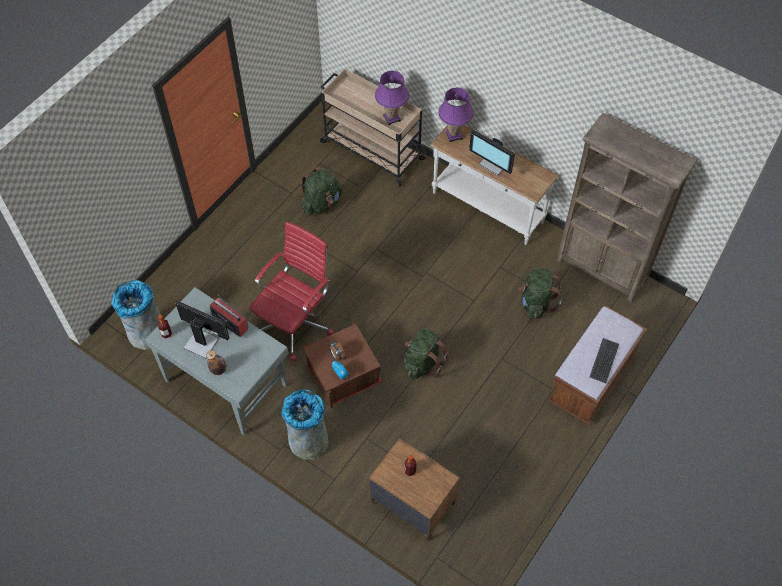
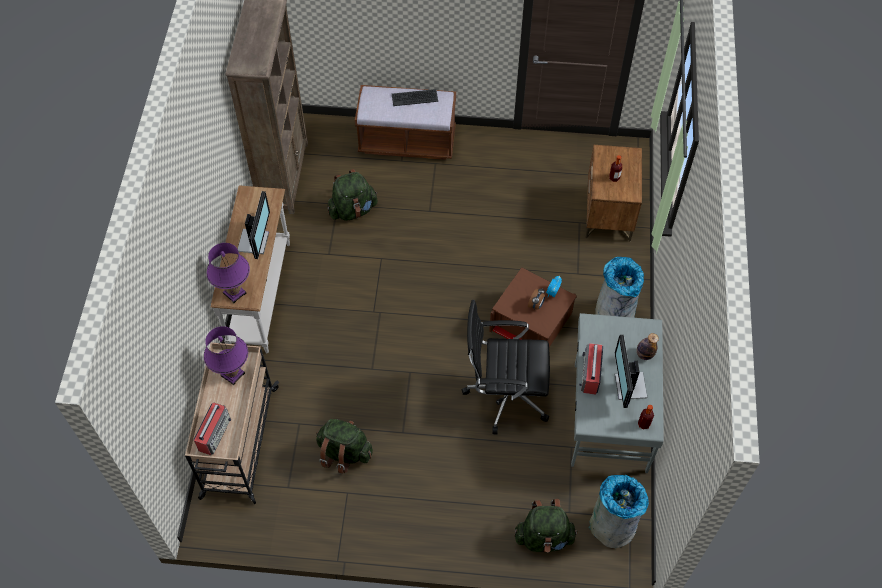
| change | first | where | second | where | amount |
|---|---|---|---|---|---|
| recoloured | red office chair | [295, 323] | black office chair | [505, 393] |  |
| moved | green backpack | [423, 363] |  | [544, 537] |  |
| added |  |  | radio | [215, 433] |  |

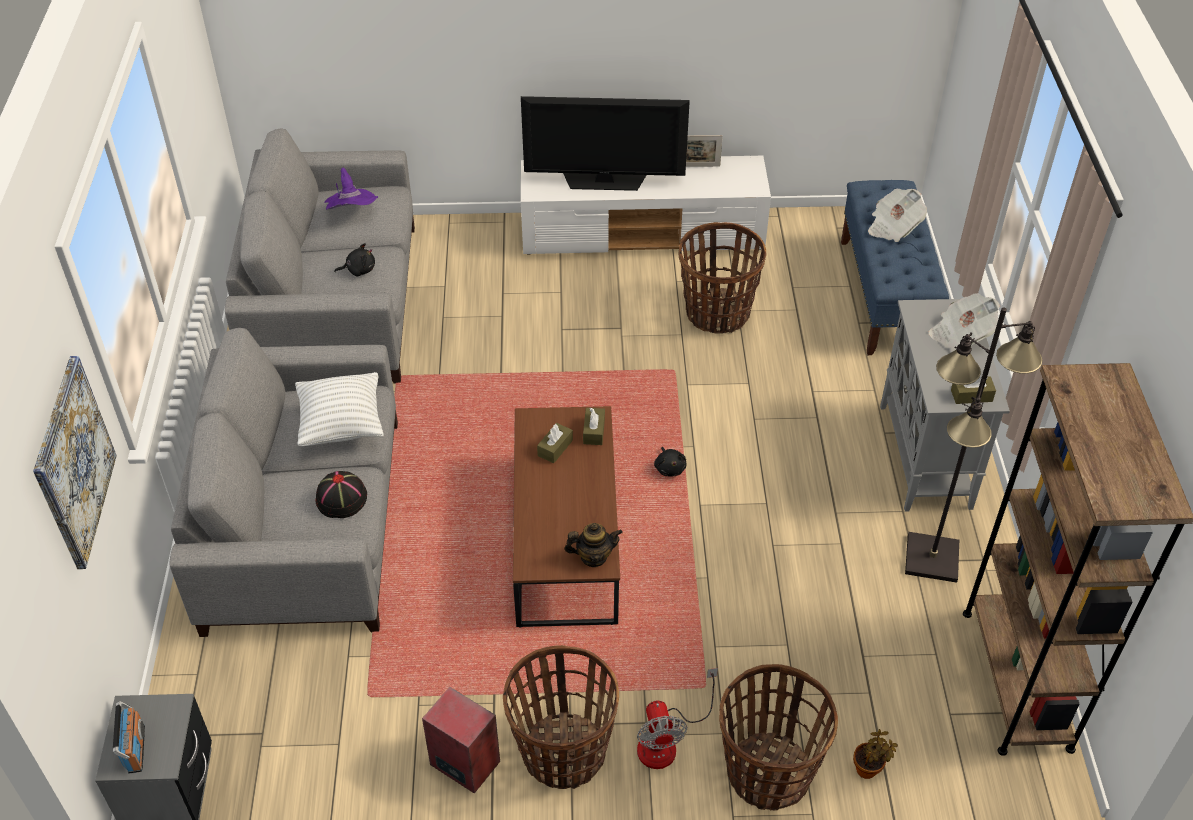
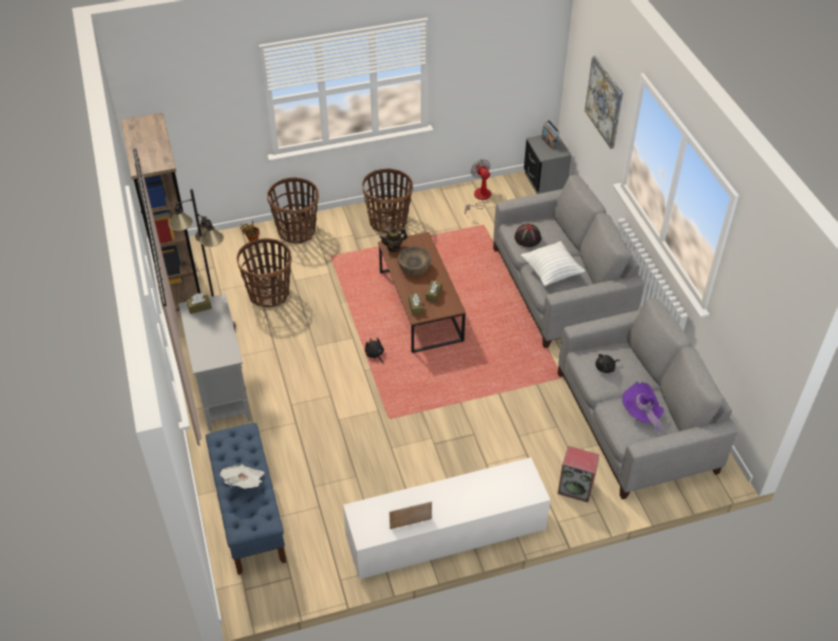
| change | first | where | second | where | amount |
|---|---|---|---|---|---|
| removed | television | [604, 181] |  |  |  |
| moved | basket | [717, 313] |  | [269, 294] |  |
| removed | newspaper | [961, 334] |  |  |  |
| moved | fan | [666, 741] |  | [479, 198] |  |
| moved | speaker | [463, 763] |  | [576, 488] |  |
| added |  |  | brown bowl | [414, 267] |  |

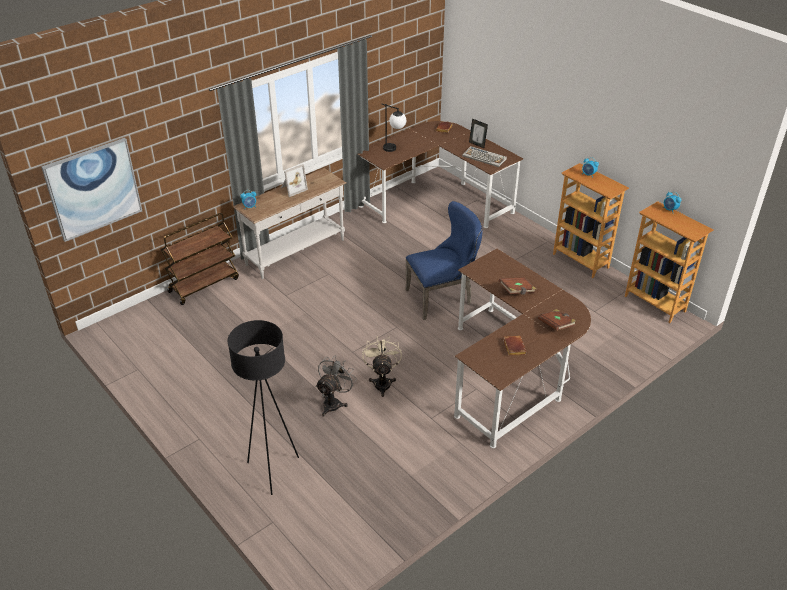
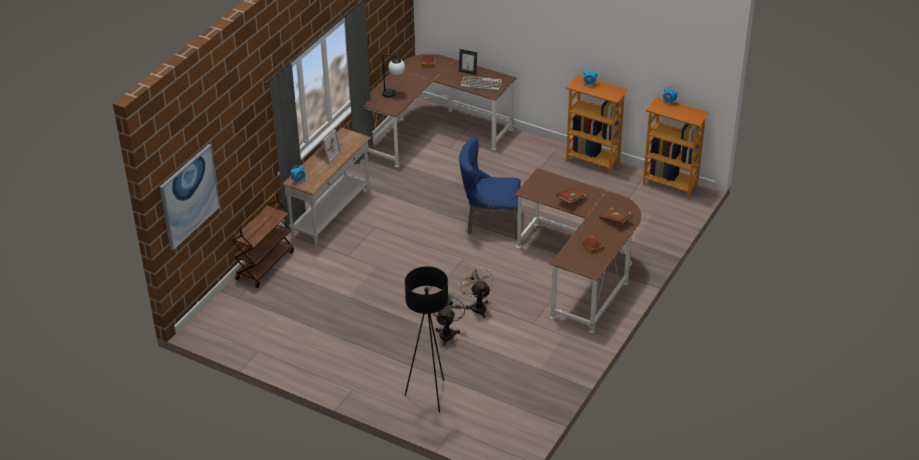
| change | first | where | second | where | amount |
|---|---|---|---|---|---|
| turned | blue chair | [443, 297] |  | [489, 223] | 135 degrees counterclockwise |

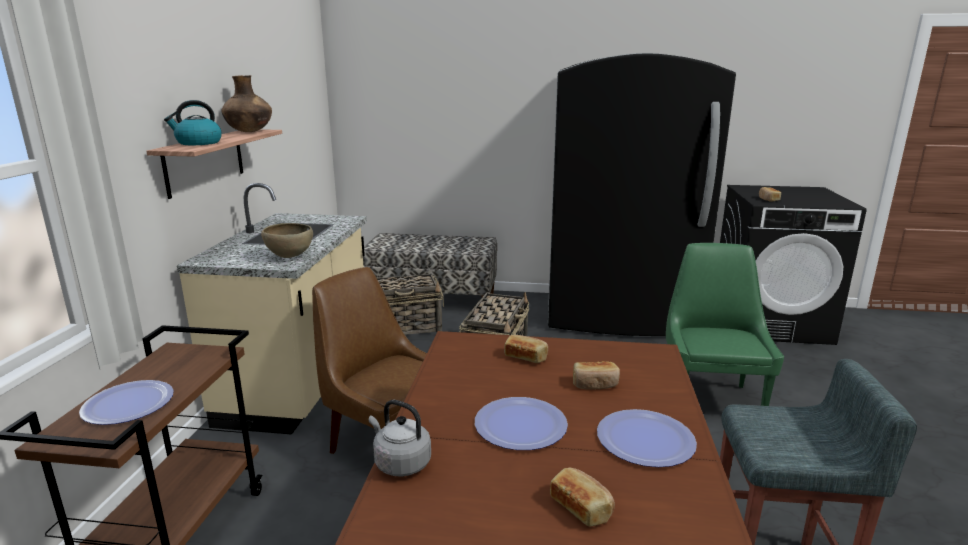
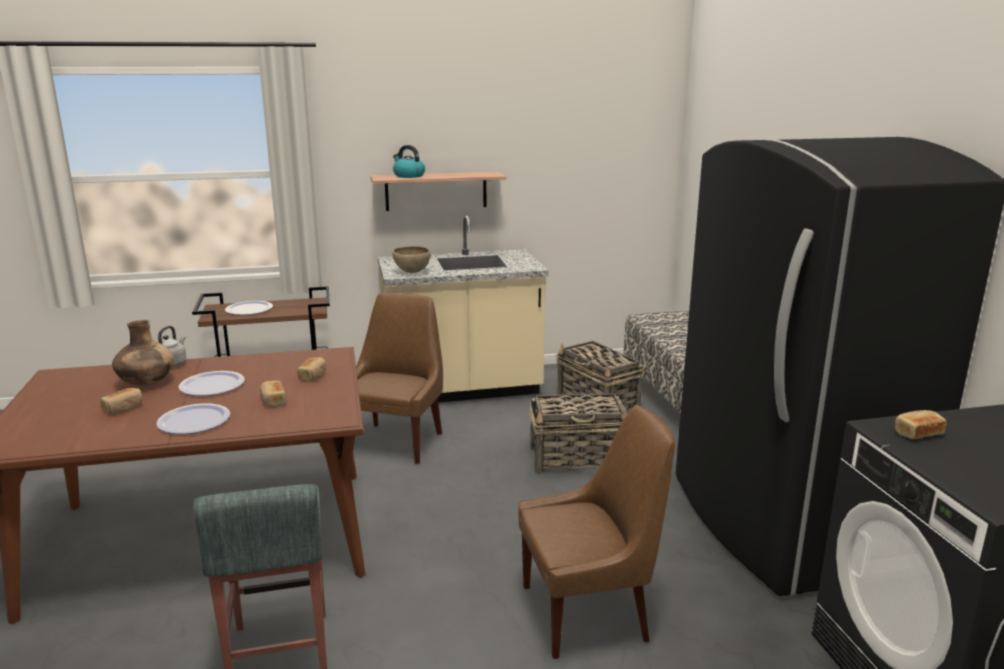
| change | first | where | second | where | amount |
|---|---|---|---|---|---|
| moved | brown vase | [250, 132] |  | [146, 383] |  |
| recoloured | green chair | [710, 399] | brown chair | [589, 612] |  |

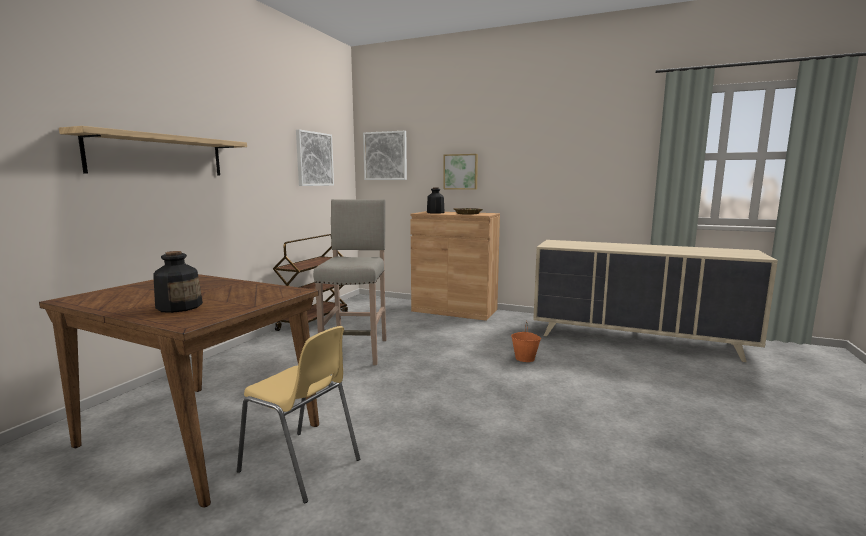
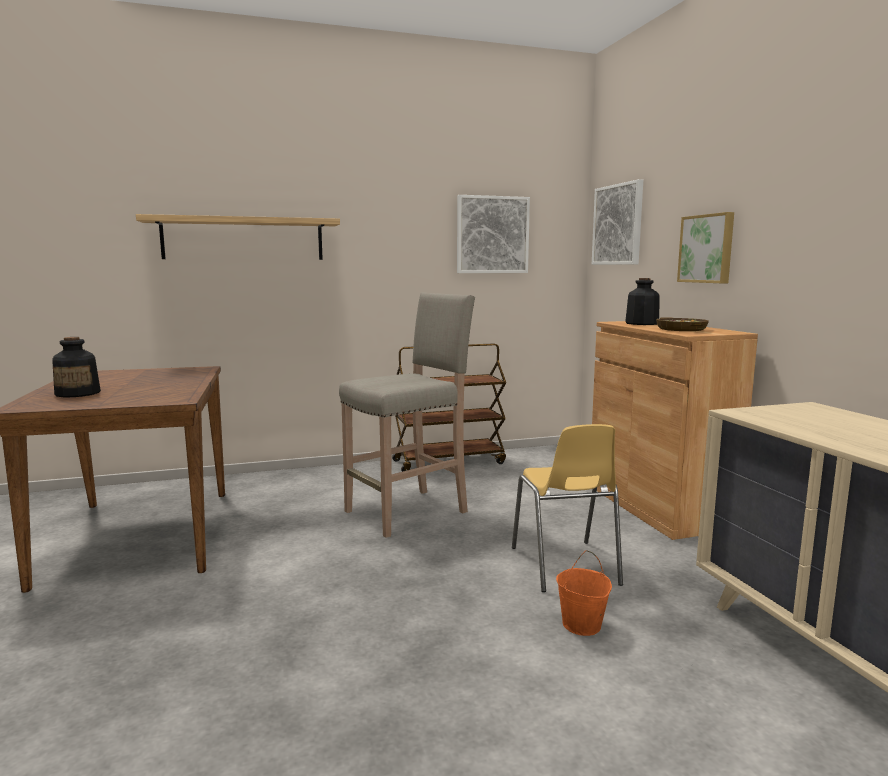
| change | first | where | second | where | amount |
|---|---|---|---|---|---|
| moved | yellow chair | [301, 466] |  | [565, 566] |  |

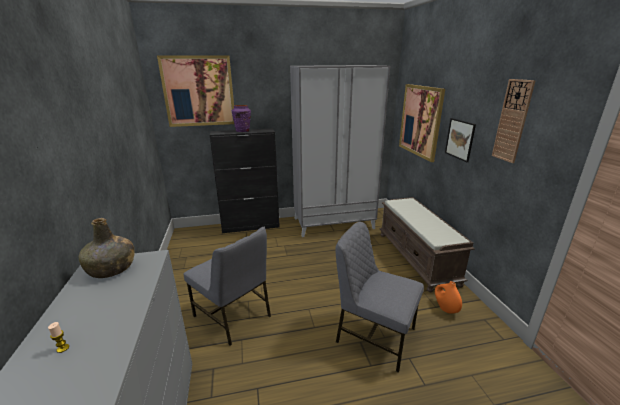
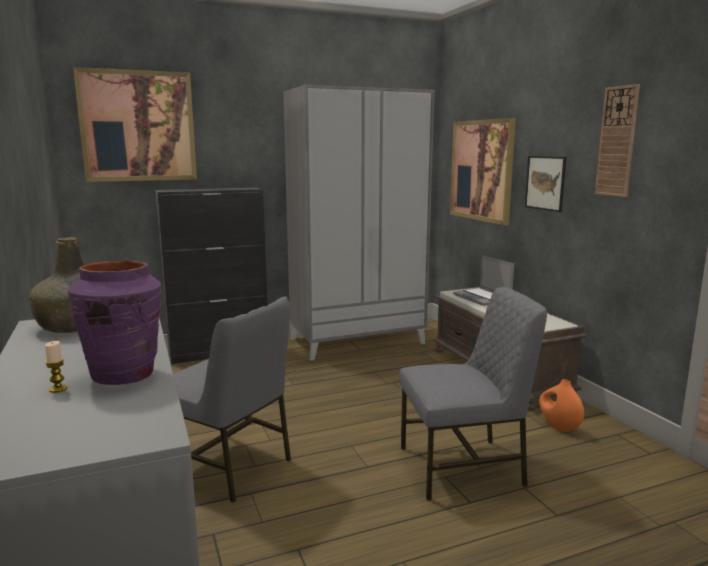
| change | first | where | second | where | amount |
|---|---|---|---|---|---|
| moved | purple vase | [242, 131] |  | [124, 375] |  |
| turned | grey chair | [374, 335] |  | [463, 467] | 150 degrees clockwise |
| added |  |  | laptop | [483, 298] |  |

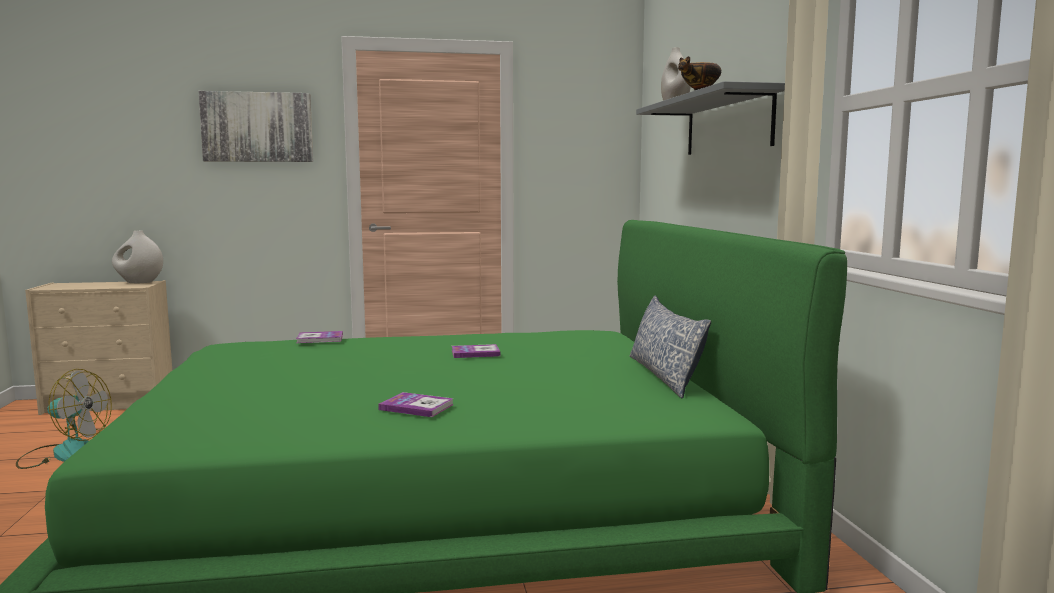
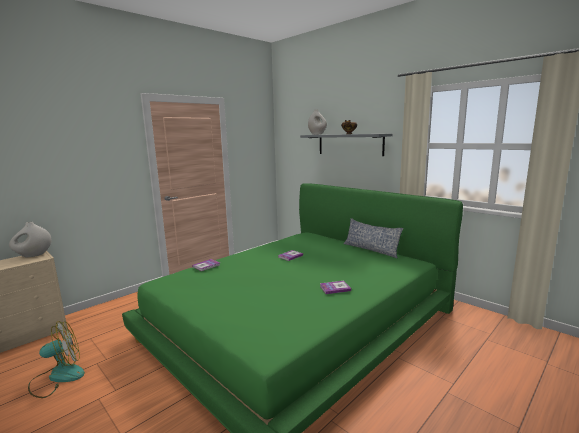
| change | first | where | second | where | amount |
|---|---|---|---|---|---|
| removed | picture | [257, 127] |  |  |  |

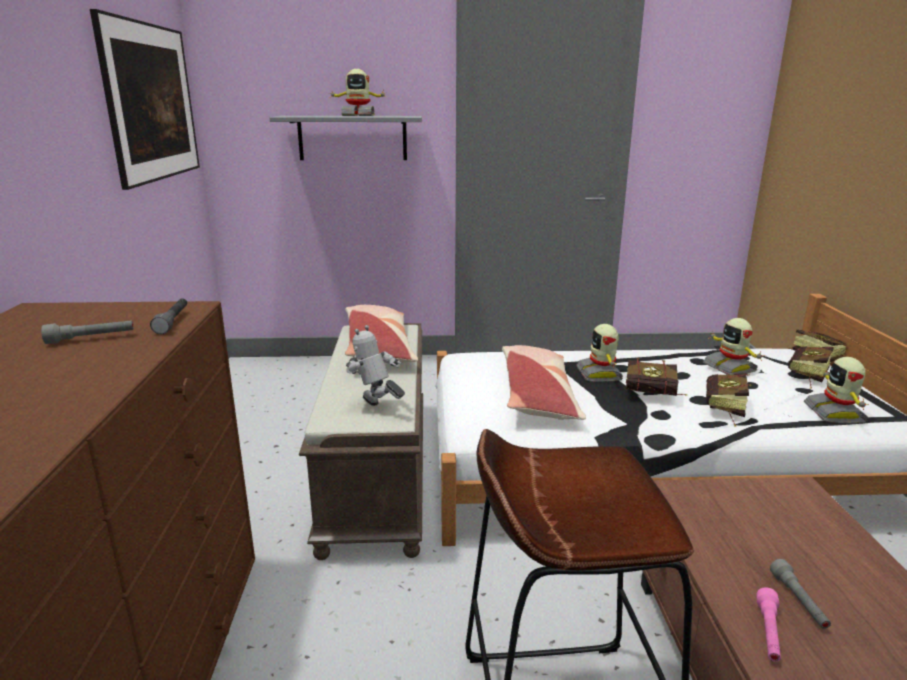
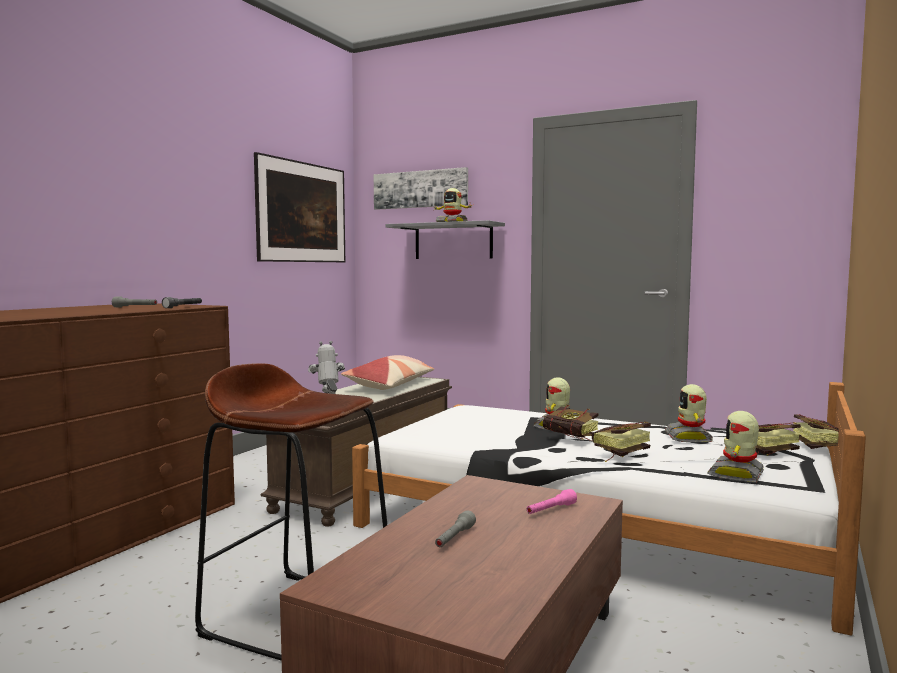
| change | first | where | second | where | amount |
|---|---|---|---|---|---|
| removed | pillow | [538, 395] |  |  |  |
| moved | pink flashlight | [768, 632] |  | [550, 510] |  |
| added |  |  | picture | [420, 189] |  |

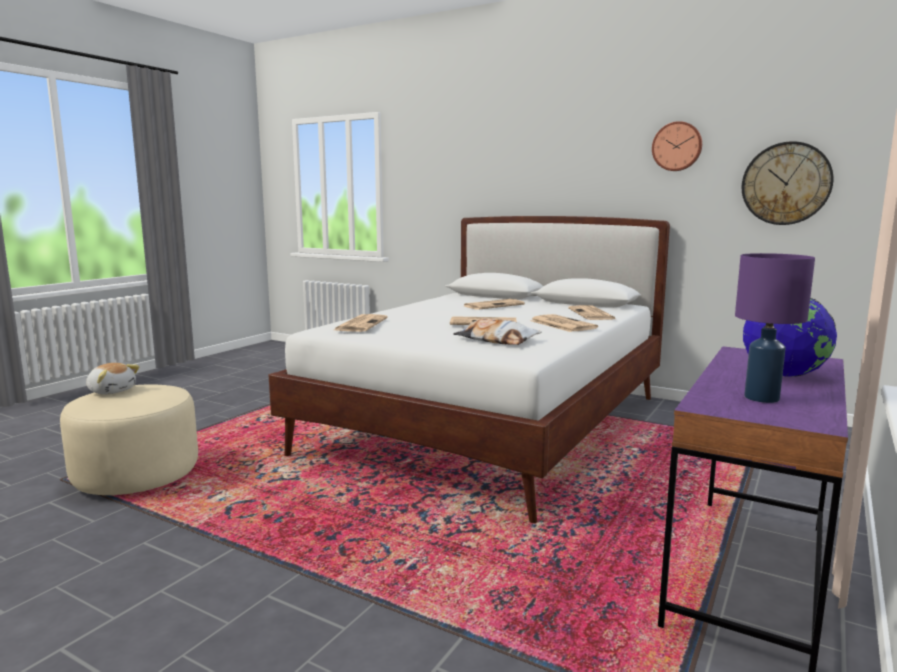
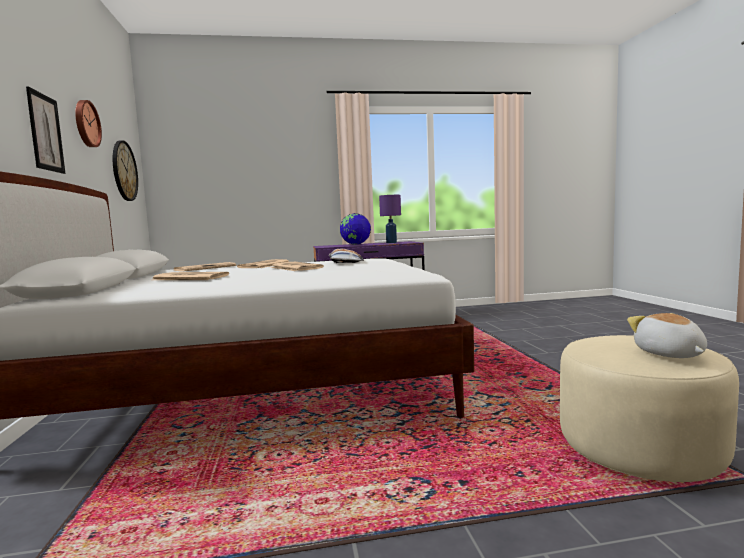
| change | first | where | second | where | amount |
|---|---|---|---|---|---|
| removed | newspaper | [361, 324] |  |  |  |
| added |  |  | picture | [45, 132] |  |

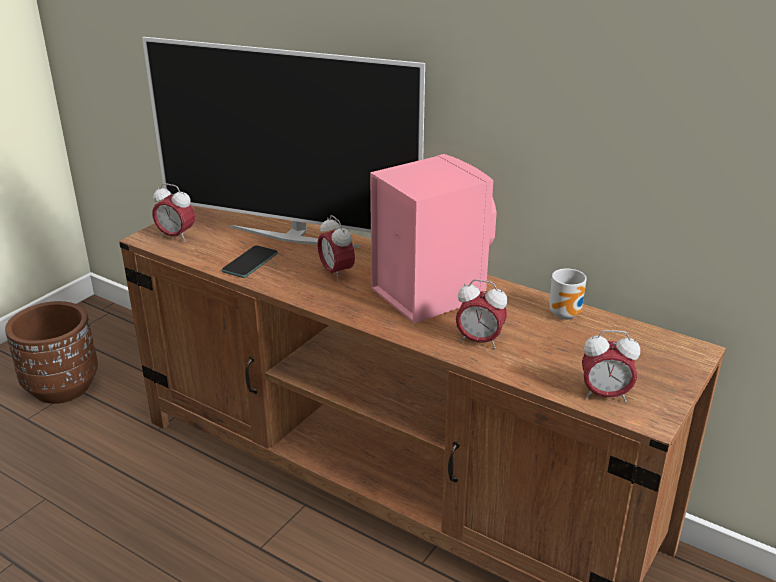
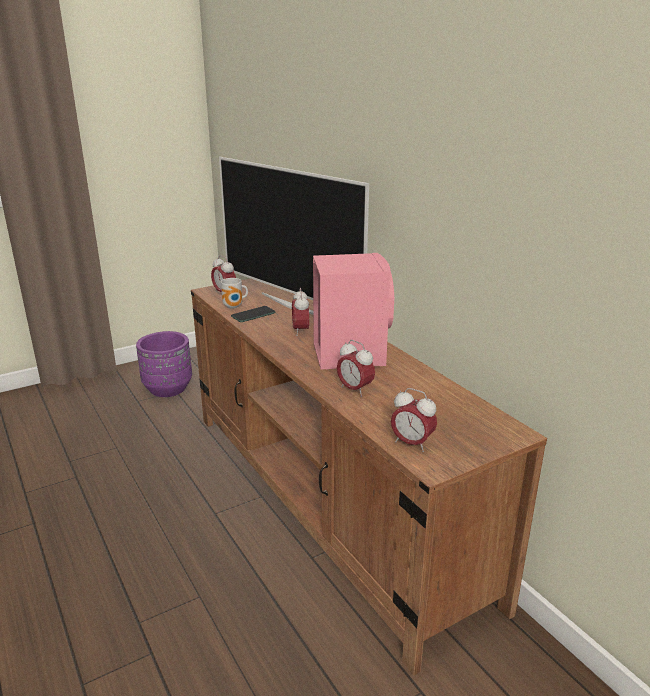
| change | first | where | second | where | amount |
|---|---|---|---|---|---|
| moved | mug | [567, 314] |  | [234, 306] |  |
| recoloured | brown planter | [62, 387] | purple planter | [168, 388] |  |

